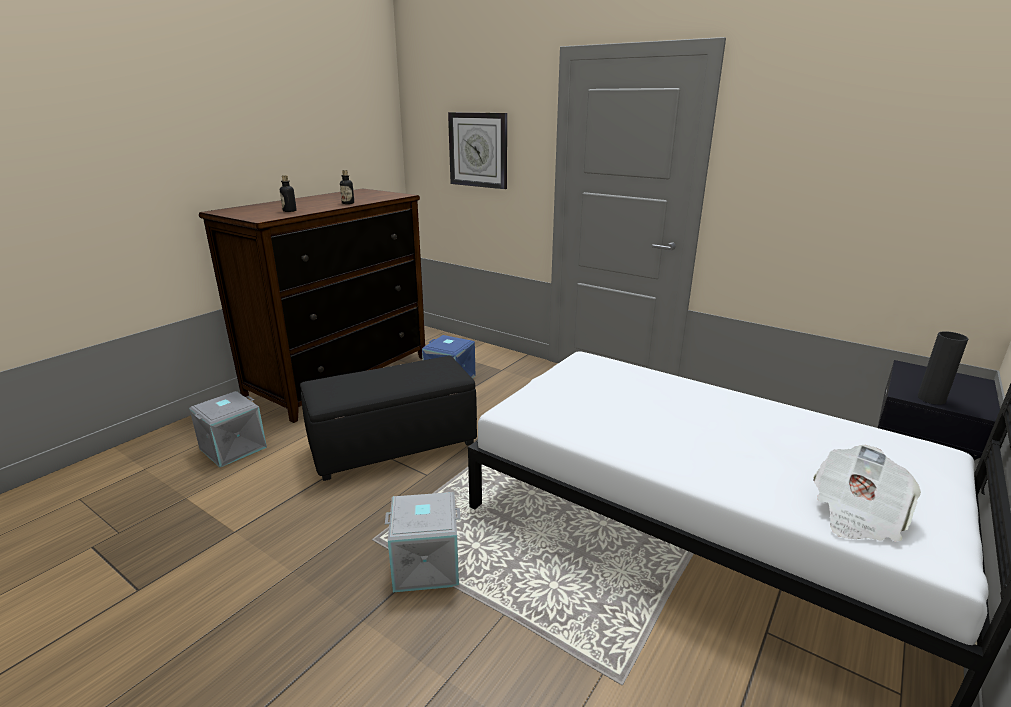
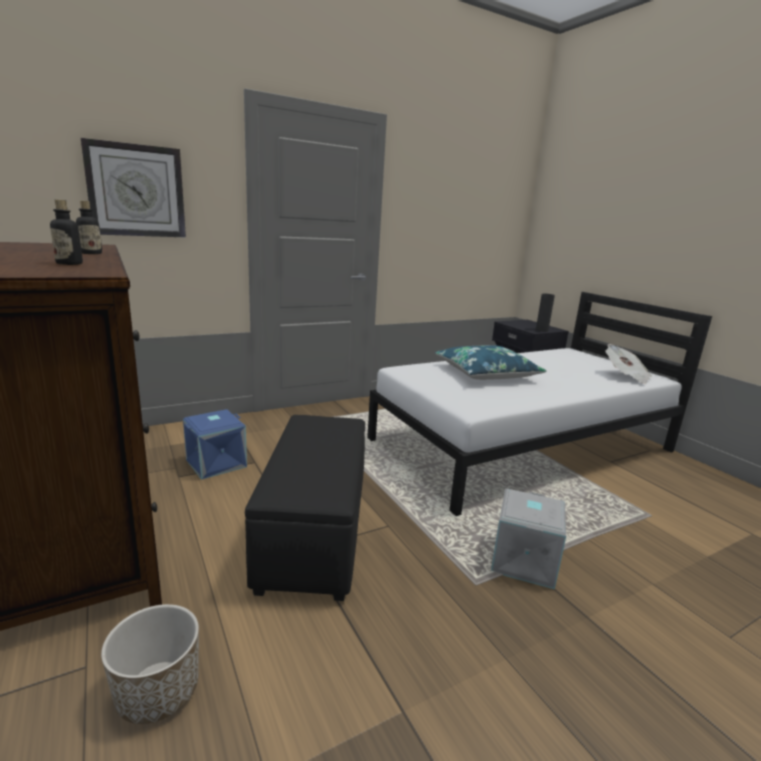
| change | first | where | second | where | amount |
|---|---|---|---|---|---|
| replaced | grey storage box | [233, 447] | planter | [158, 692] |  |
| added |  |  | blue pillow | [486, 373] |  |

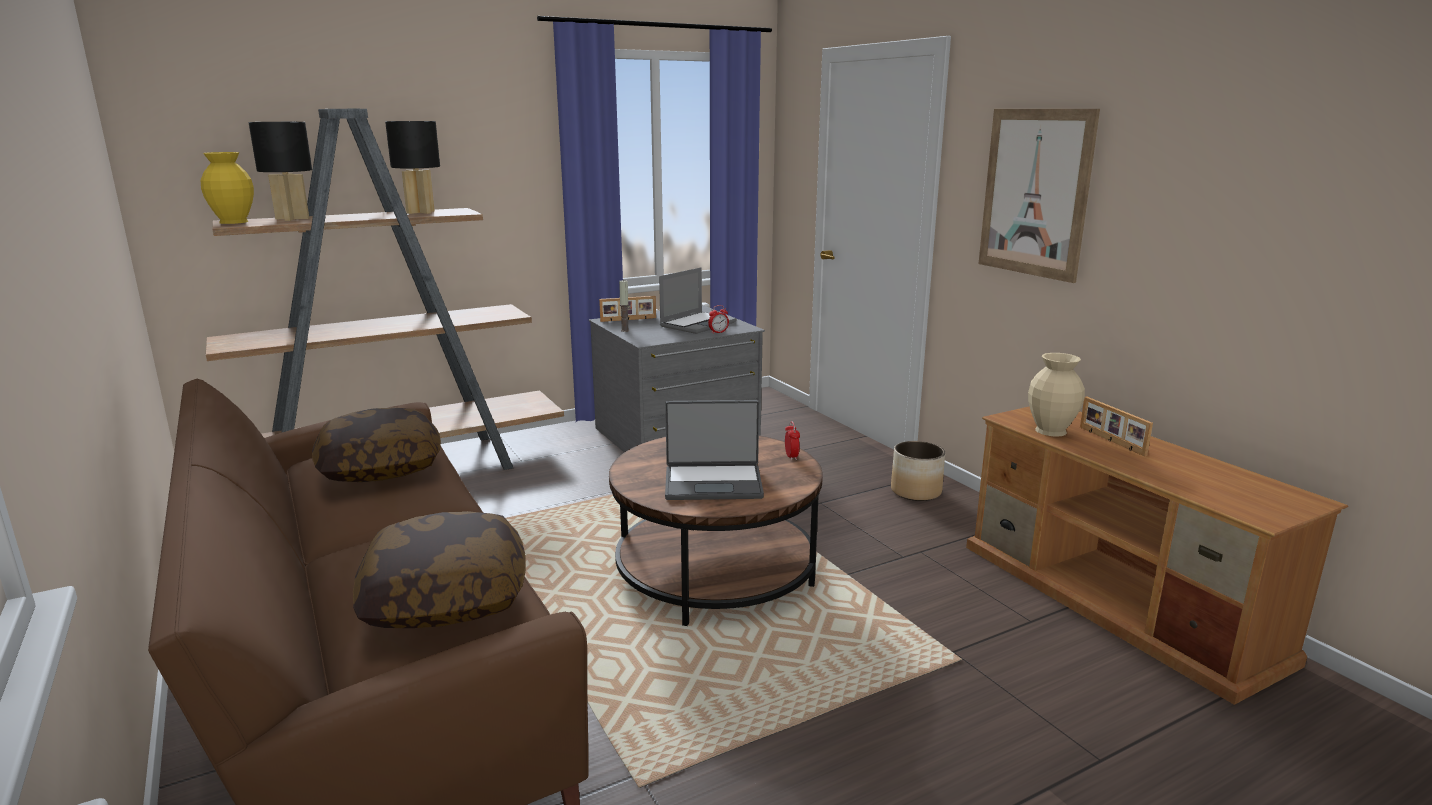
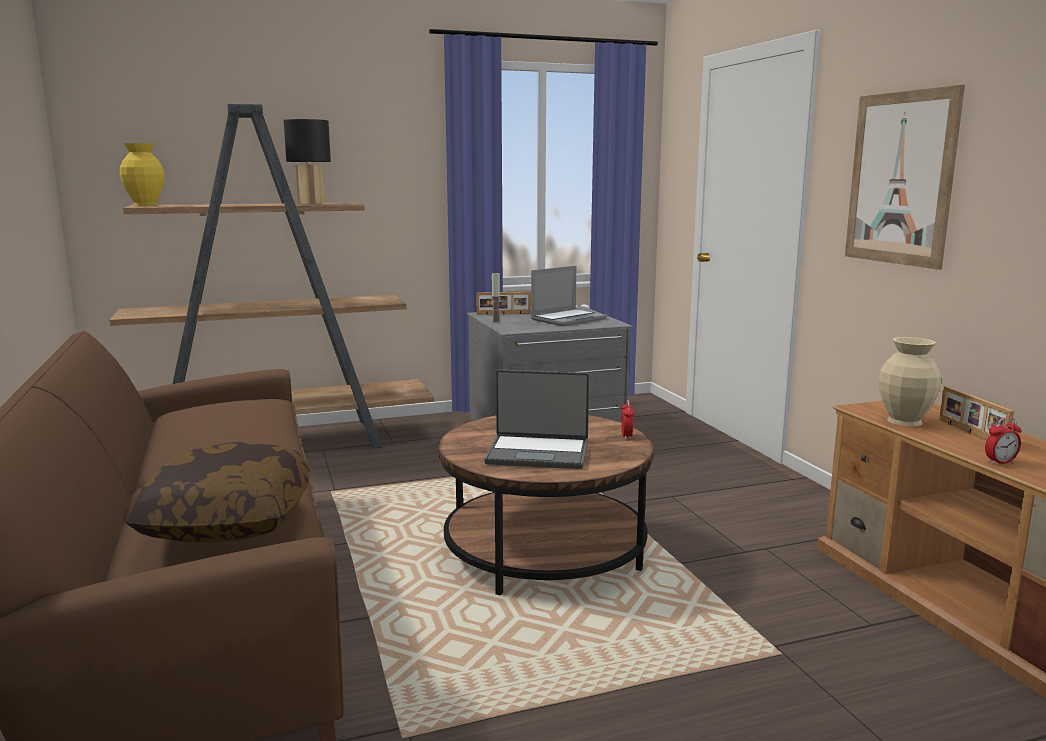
| change | first | where | second | where | amount |
|---|---|---|---|---|---|
| removed | black table lamp | [292, 219] |  |  |  |
| moved | alarm clock | [718, 332] |  | [1000, 462] |  |
| removed | pillow | [380, 467] |  |  |  |
| removed | planter | [916, 491] |  |  |  |

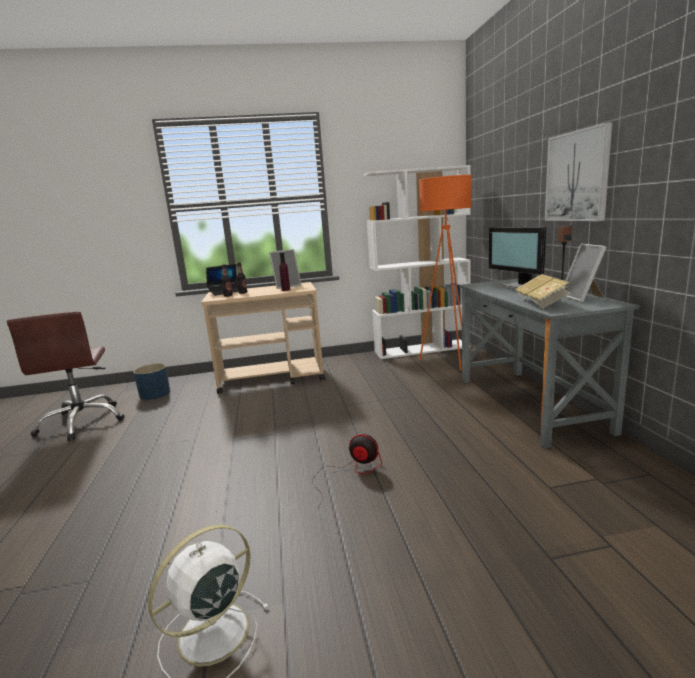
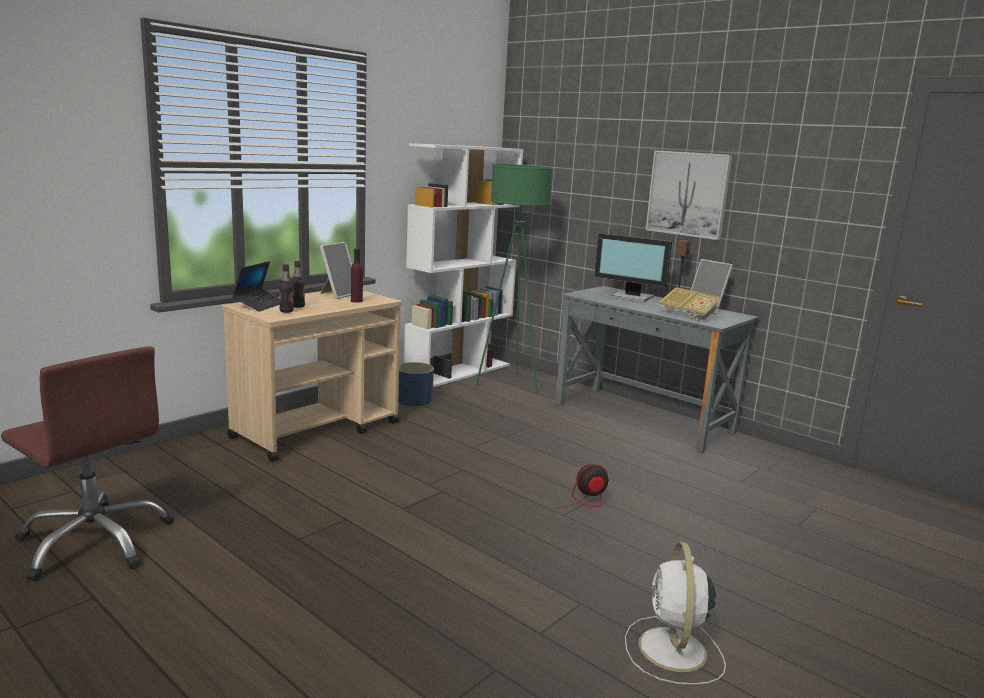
| change | first | where | second | where | amount |
|---|---|---|---|---|---|
| recoloured | orange floor lamp | [448, 361] | green floor lamp | [509, 384] |  |
| moved | blue planter | [155, 394] |  | [414, 399] |  |

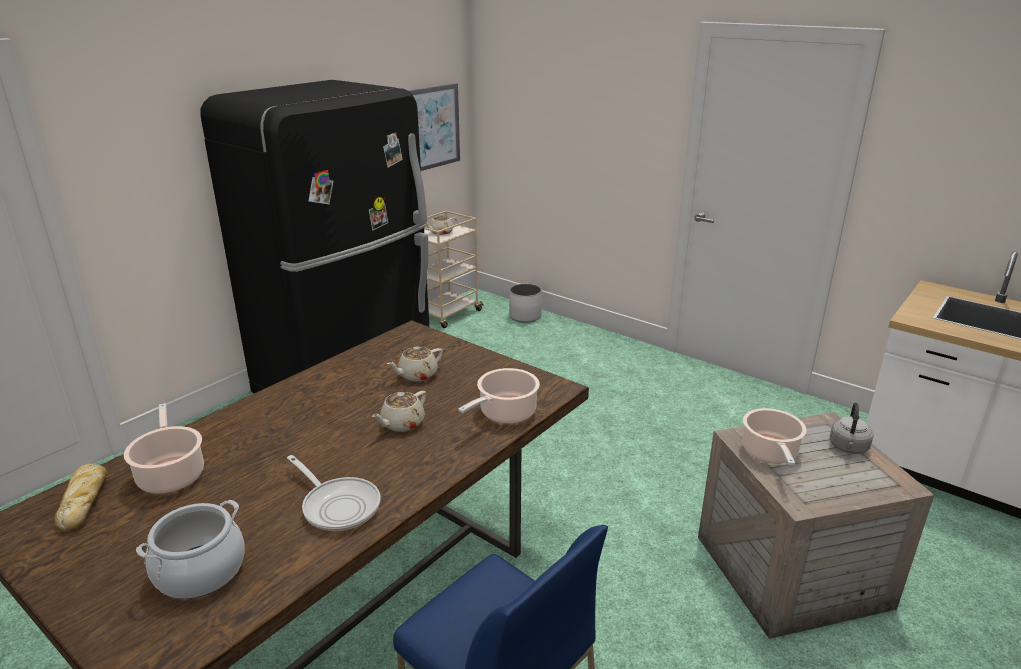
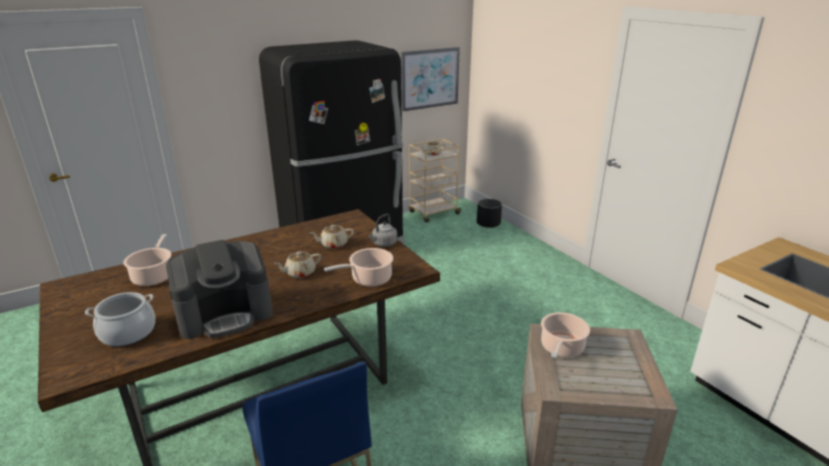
| change | first | where | second | where | amount |
|---|---|---|---|---|---|
| recoloured | white planter | [525, 316] | black planter | [488, 223] |  |
| moved | grey kettle | [848, 448] |  | [383, 244] |  |
| replaced | frying pan | [338, 506] | coffee machine | [225, 314] |  |
| removed | bread | [84, 501] |  |  |  |

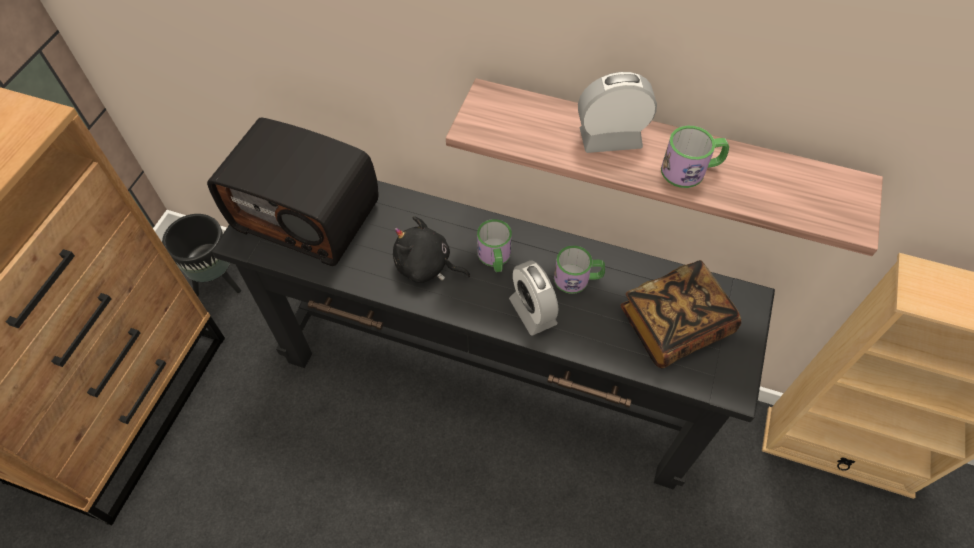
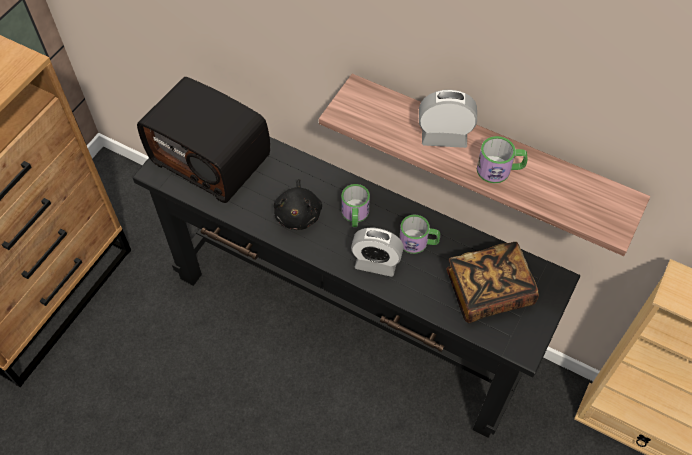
| change | first | where | second | where | amount |
|---|---|---|---|---|---|
| removed | black planter | [219, 282] |  |  |  |
| turned | black plush toy | [426, 266] |  | [298, 214] | 120 degrees counterclockwise |
| turned | alarm clock | [532, 311] |  | [376, 263] | 60 degrees counterclockwise |

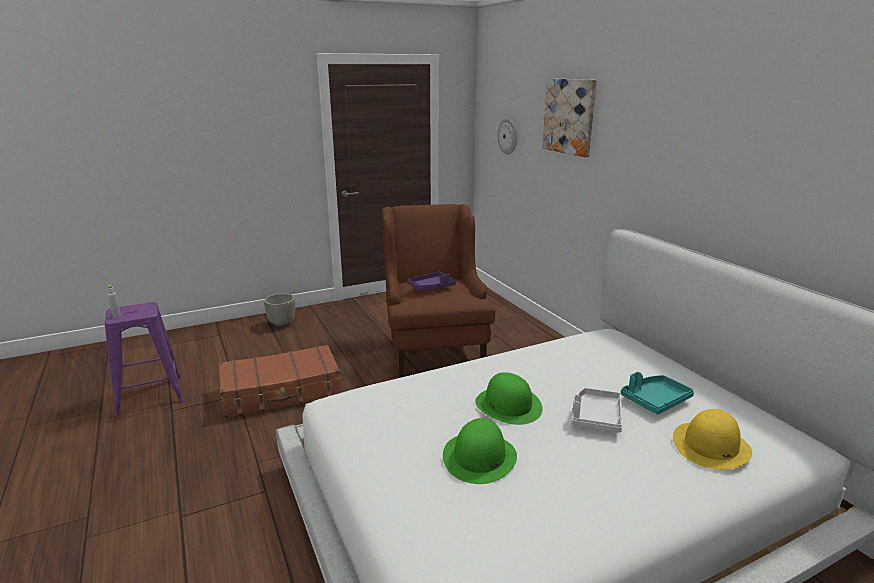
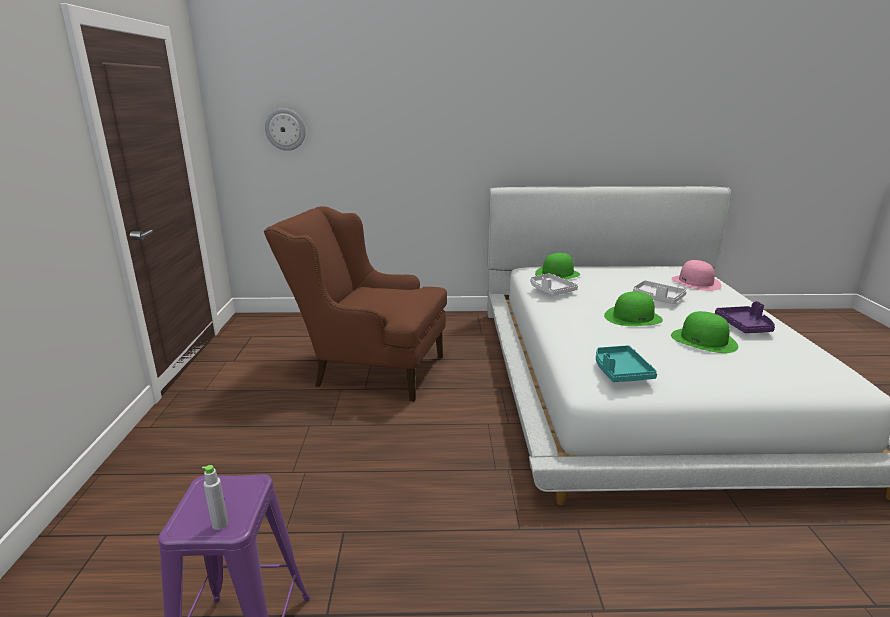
| change | first | where | second | where | amount |
|---|---|---|---|---|---|
| removed | picture | [569, 116] |  |  |  |
| moved | purple tray | [432, 287] |  | [745, 326] |  |
| removed | grey planter | [282, 324] |  |  |  |
| removed | brown suitcase | [281, 392] |  |  |  |
| moved | turquoise tray | [655, 400] |  | [620, 372] |  |
| recoloured | yellow hat | [711, 446] | pink hat | [696, 282] |  |
| added |  |  | green hat | [557, 274] |  |
| added |  |  | white tray | [551, 290] |  |

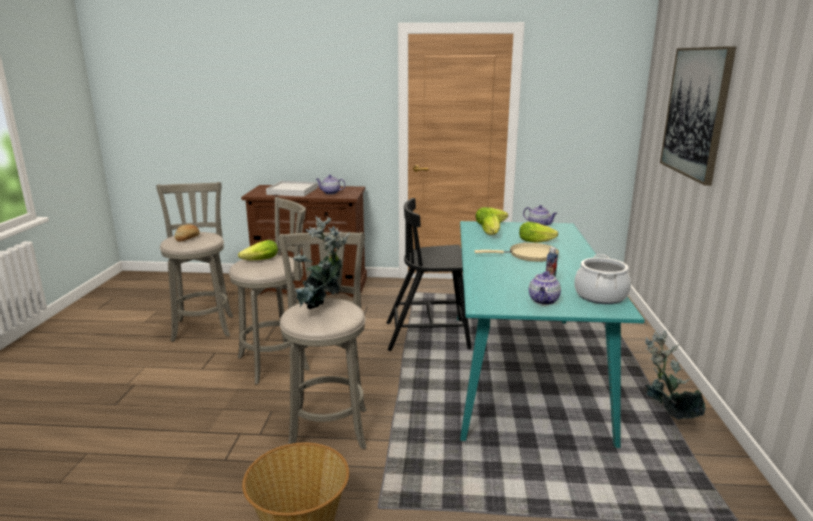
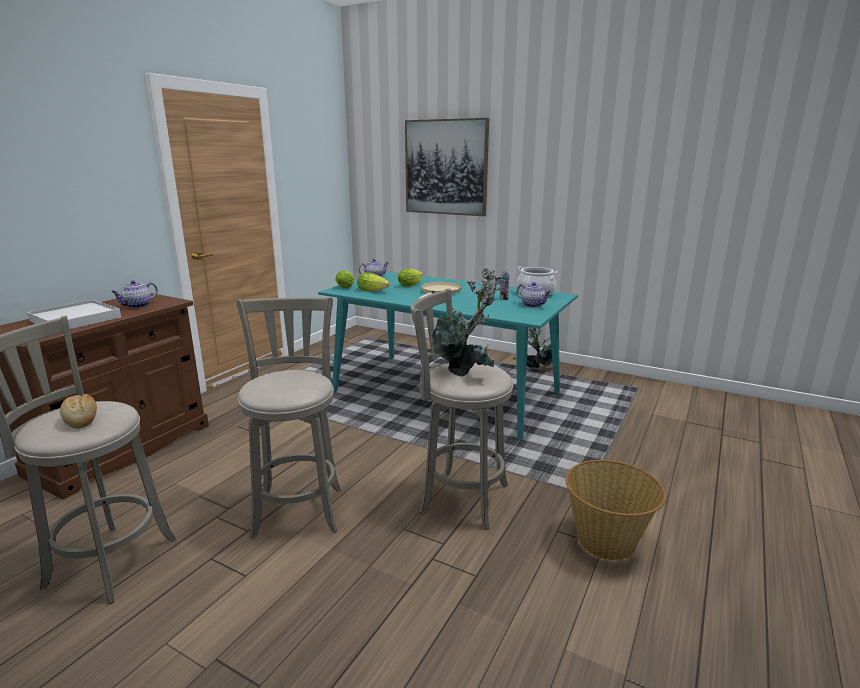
| change | first | where | second | where | amount |
|---|---|---|---|---|---|
| removed | black chair | [429, 335] |  |  |  |
| removed | lettuce | [258, 261] |  |  |  |

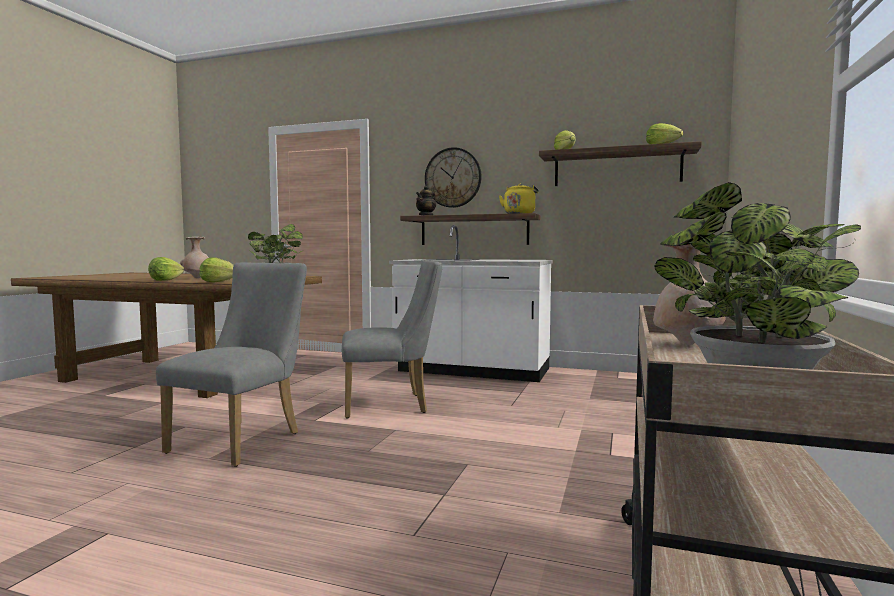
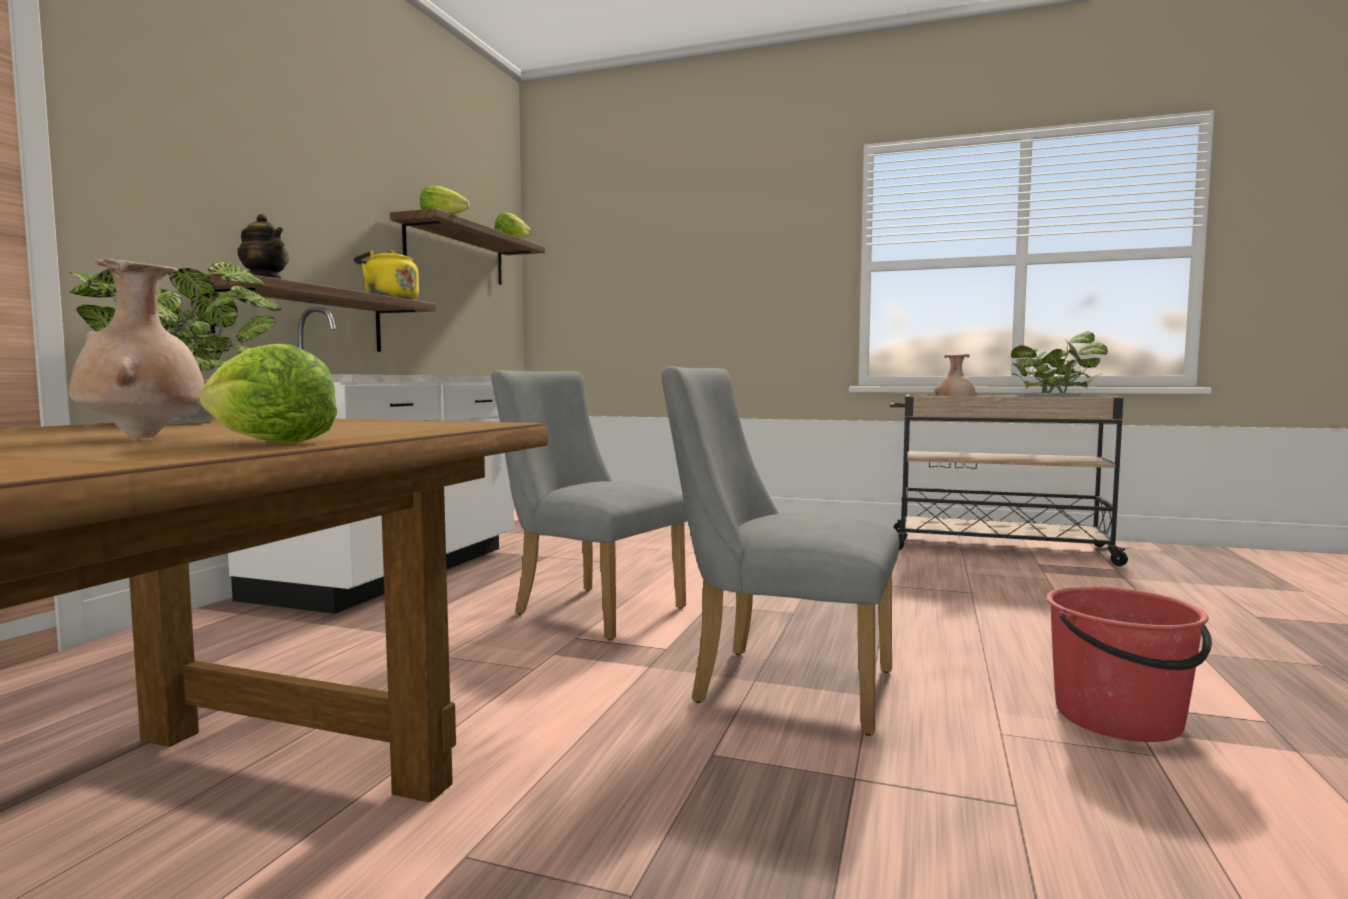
| change | first | where | second | where | amount |
|---|---|---|---|---|---|
| removed | wall clock | [453, 177] |  |  |  |
| removed | lettuce | [218, 282] |  |  |  |
| turned | grey chair | [392, 405] |  | [589, 609] | 45 degrees counterclockwise |
| added |  |  | red bucket | [1119, 718] |  |

